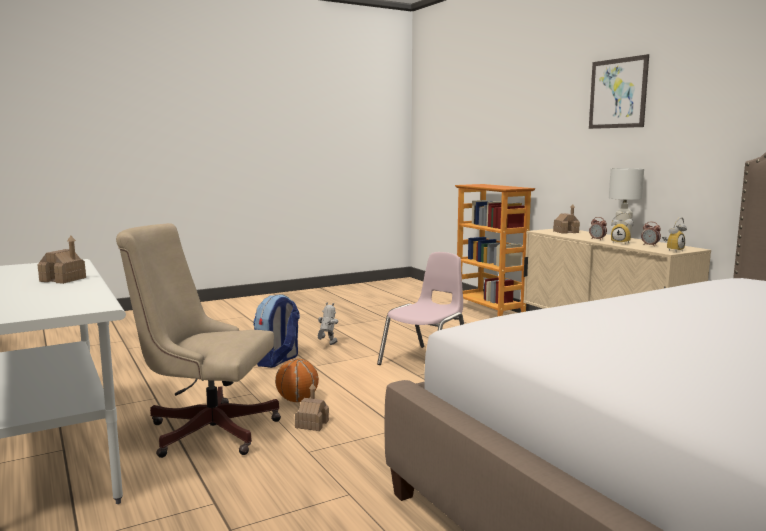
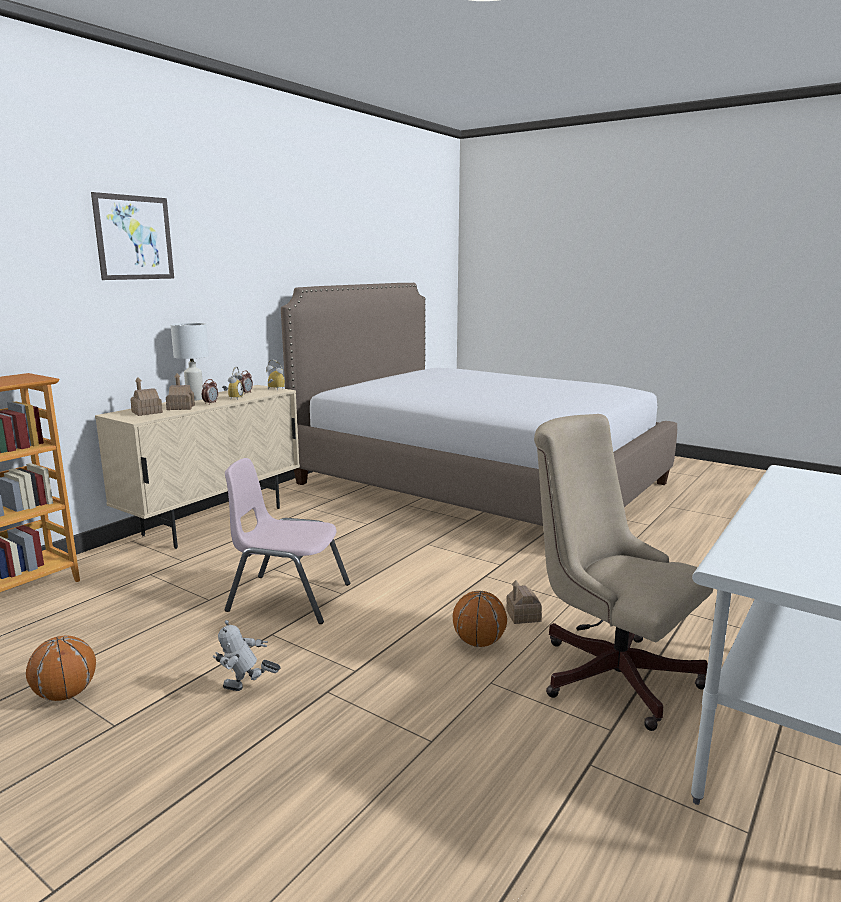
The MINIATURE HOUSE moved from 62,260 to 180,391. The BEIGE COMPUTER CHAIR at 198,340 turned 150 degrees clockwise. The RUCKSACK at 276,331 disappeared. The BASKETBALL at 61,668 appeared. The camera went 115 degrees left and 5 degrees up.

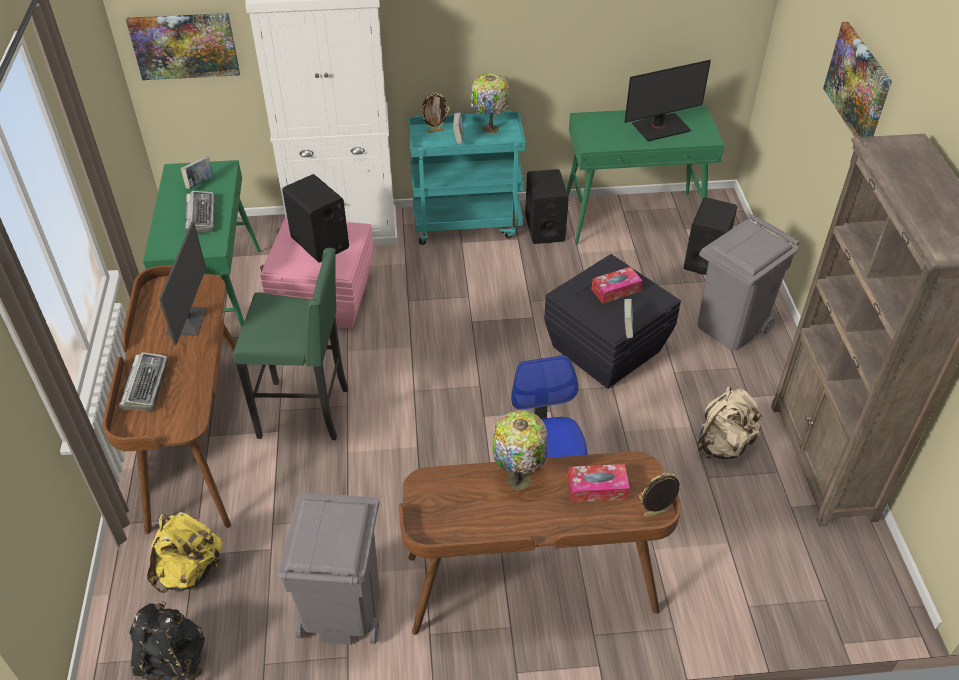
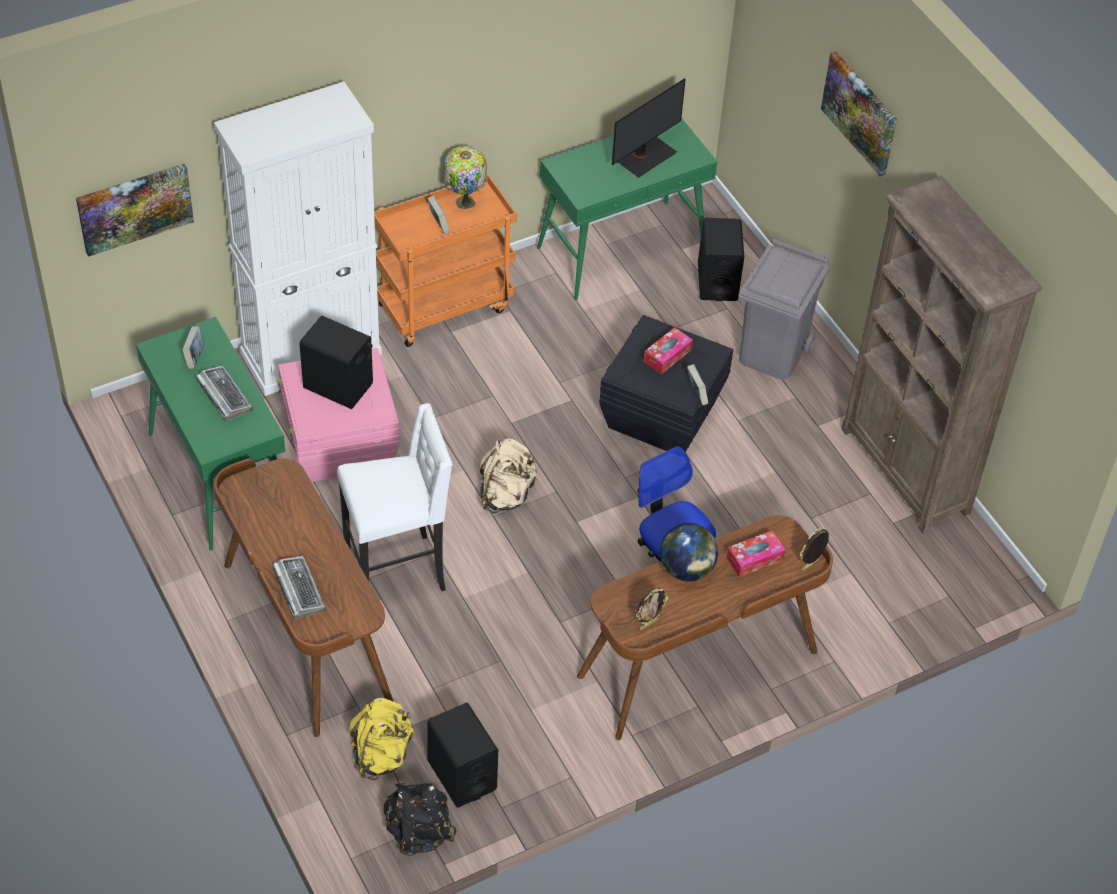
The COMPUTER DISPLAY at 183,283 disappeared. The GREENISH STOOL at 290,344 became the WHITISH STOOL at 394,497. The GREY WASTE BIN at 329,568 disappeared. The TURQUOISE-COLOURED CART at 467,178 became the ORANGEY CART at 445,260. The PHOTO FRAME moved from 435,112 to 652,609. The TABLE LAMP at 520,450 was replaced by the GLOBE at 689,552. The BLACKISH LOUDSPEAKER moved from 547,206 to 462,755. The BEIGE RUCKSACK moved from 730,423 to 508,476. The camera went 25 degrees left and 5 degrees up.

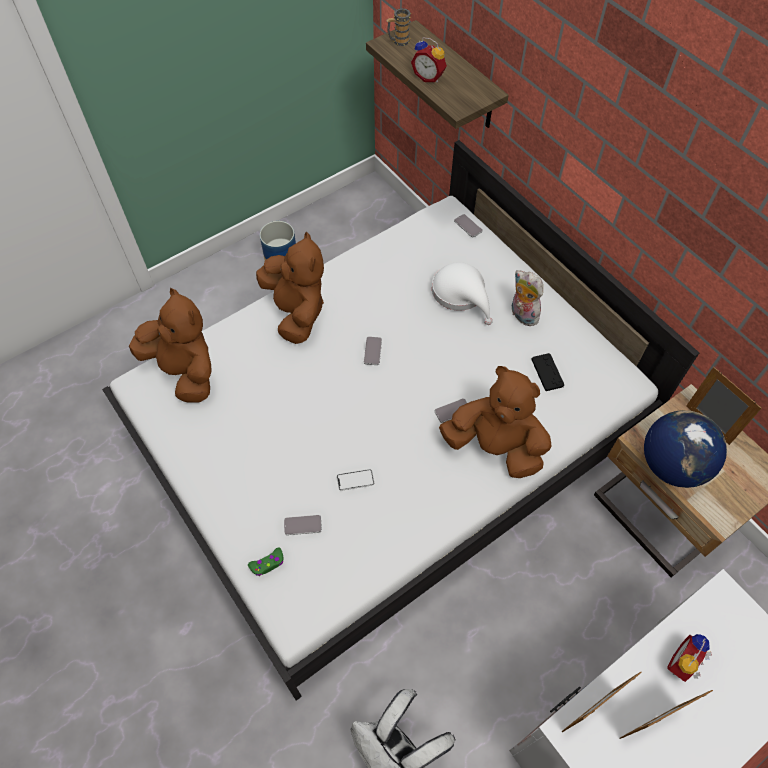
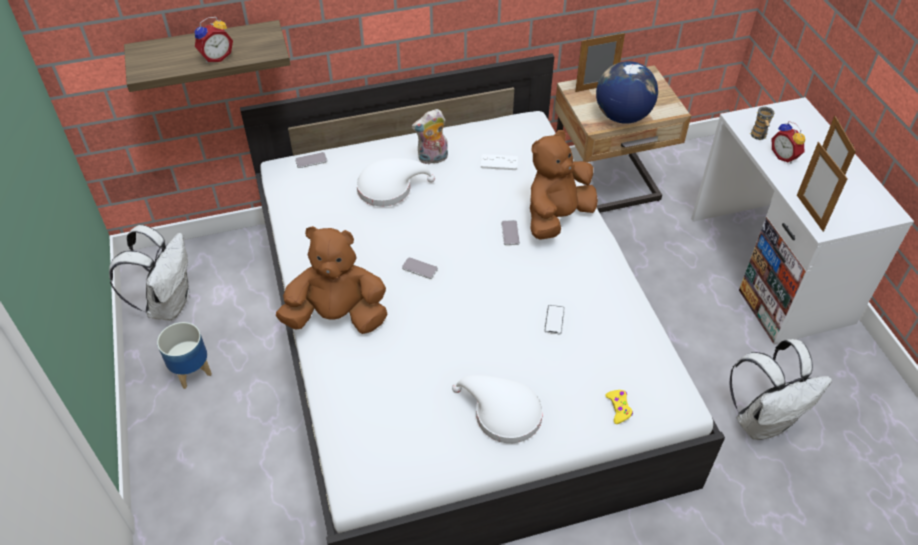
The BROWN SOFT TOY at 170,345 disappeared. The GREENISH GAME CONTROLLER at 265,561 became the YELLOWISH GAME CONTROLLER at 619,407. The HANDSET at 303,525 disappeared. The COFFEE MUG moved from 399,27 to 762,123. The BLACKISH GAME CONTROLLER at 547,372 became the WHITISH GAME CONTROLLER at 499,162. The WHITISH RUCKSACK at 149,273 appeared. The WHITISH HAT at 497,409 appeared. The camera went 70 degrees left and 10 degrees down.

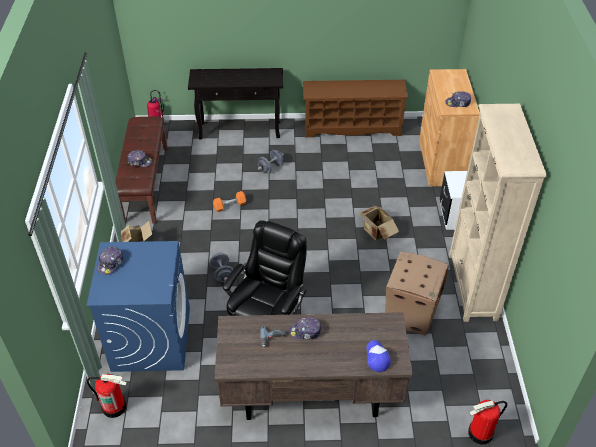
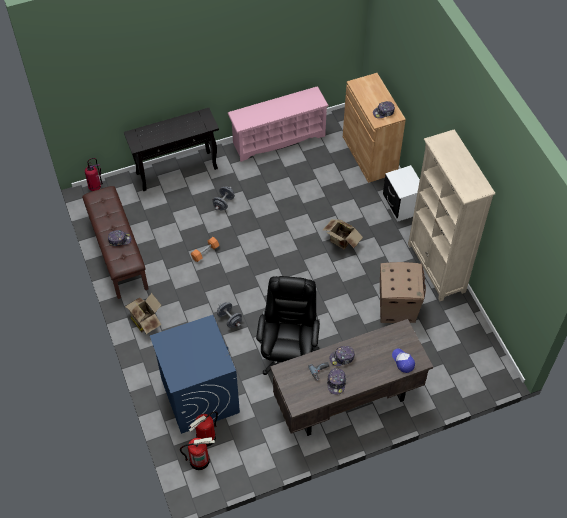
The PEAKED CAP moved from 110,260 to 336,381. The BROWN SHOE SHELF at 356,108 became the PINK SHOE SHELF at 278,124. The FIRE EXTINGUISHER moved from 487,422 to 203,428. The camera went 20 degrees left and 10 degrees up.

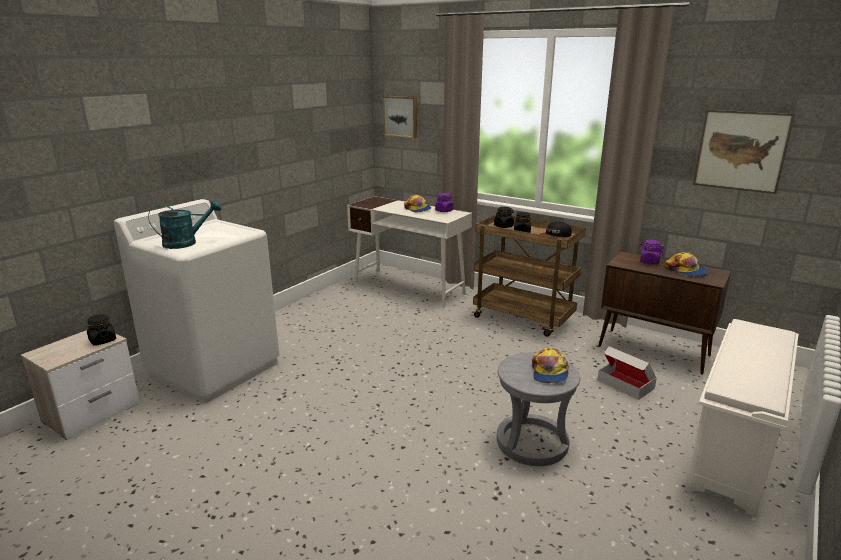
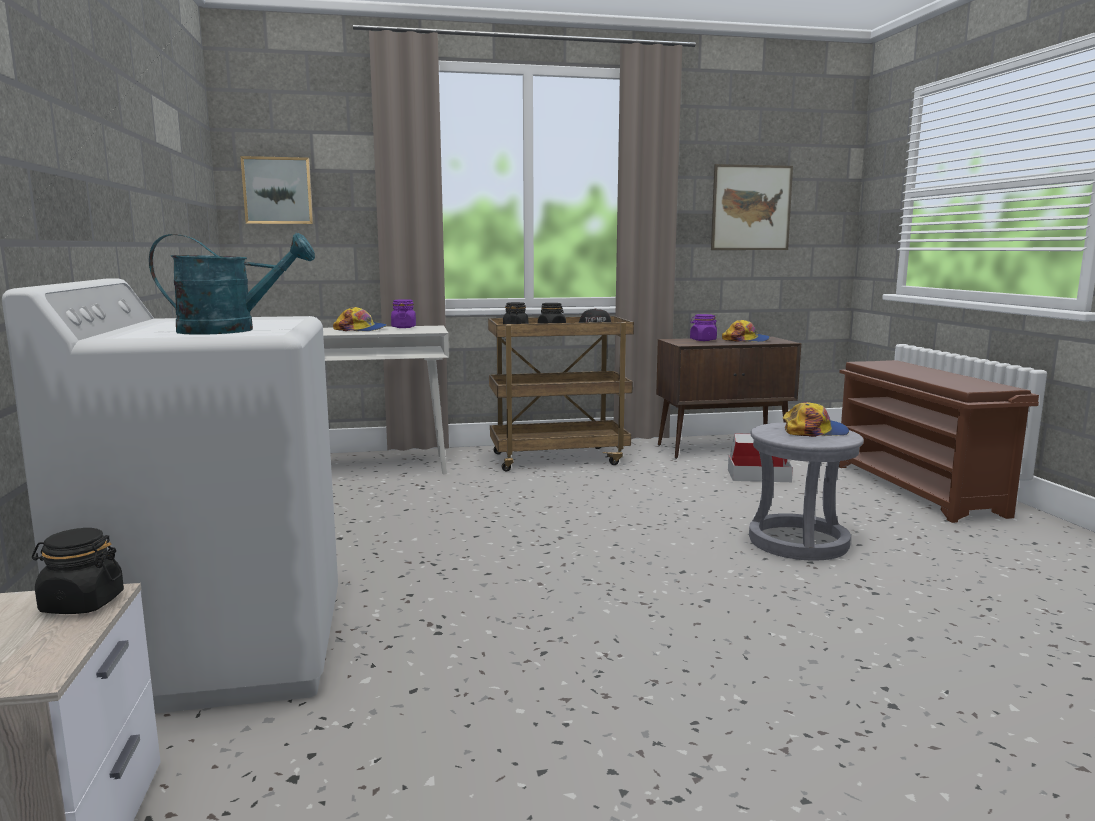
The TURQUOISE-COLOURED WATERING POT at 184,224 turned 60 degrees clockwise. The PEAKED CAP at 550,365 turned 60 degrees counterclockwise. The WHITISH SHOE SHELF at 741,418 became the BROWN SHOE SHELF at 939,441. The camera went 45 degrees left and 10 degrees down.

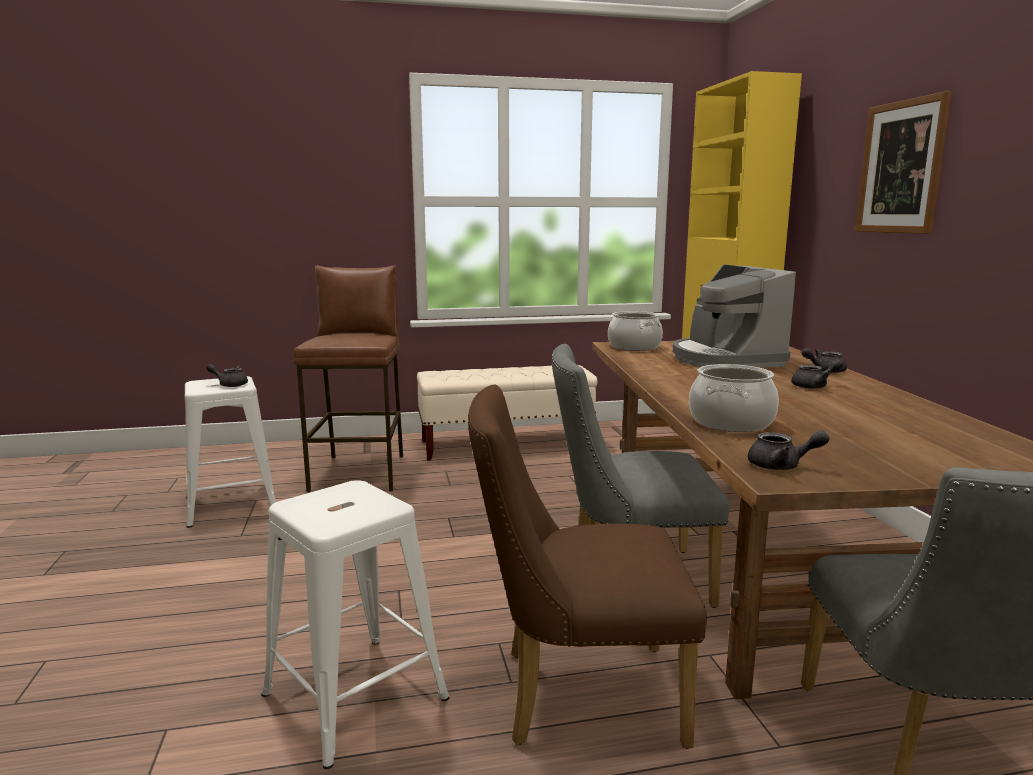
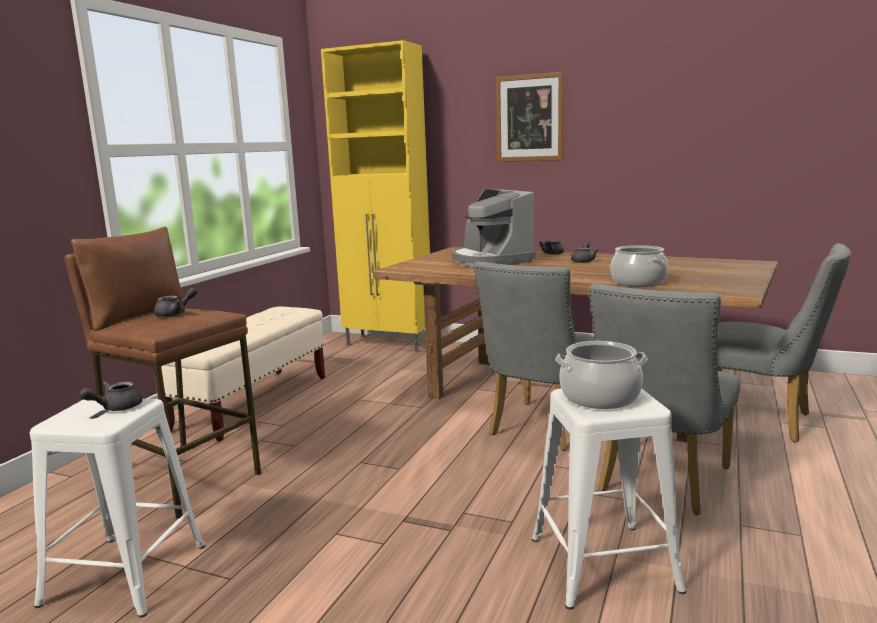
The BROWN UPRIGHT CHAIR at 587,567 became the GREY UPRIGHT CHAIR at 664,399. The SAUCEPOT moved from 635,331 to 601,375. The COFFEE BREWER at 734,316 turned 45 degrees clockwise. The GREY POT FOR TEA moved from 789,450 to 175,302. The camera went 55 degrees left and 0 degrees up.

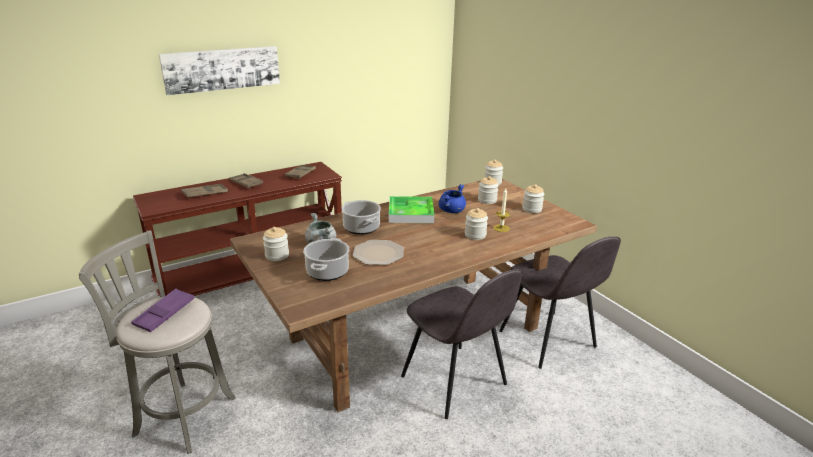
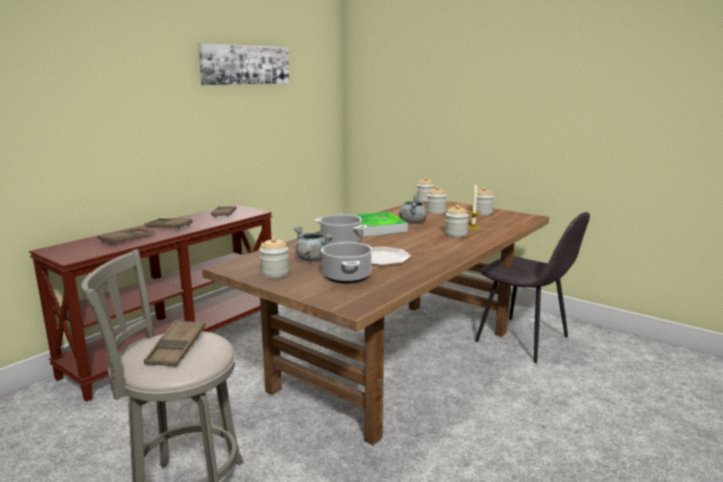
The PURPLISH SERVING TRAY at 163,310 became the BROWN SERVING TRAY at 174,343. The WALL ART moved from 219,70 to 243,64. The GREY UPRIGHT CHAIR at 461,344 disappeared. The BLUE SAUCEPOT at 452,198 became the GREY SAUCEPOT at 413,209. The camera went 20 degrees left and 10 degrees down.

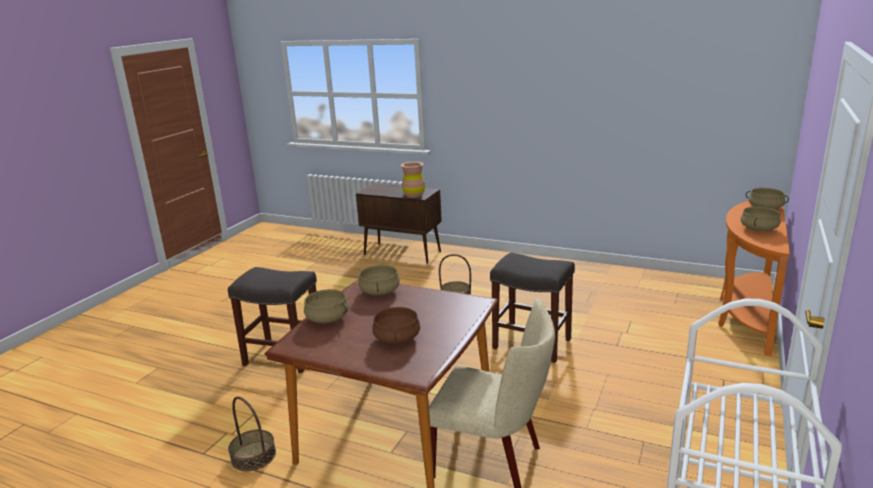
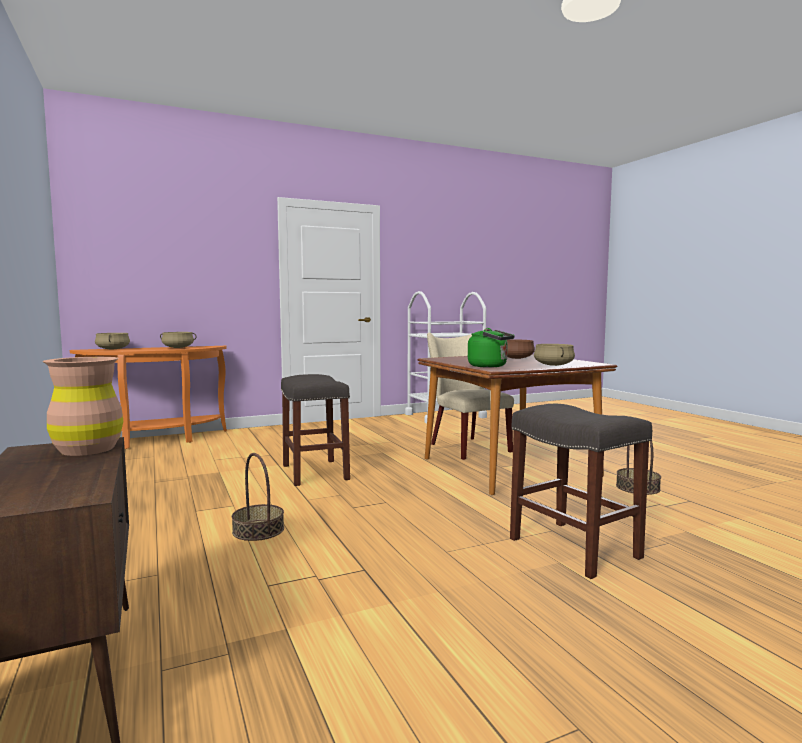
The BEIGE SAUCEPOT at 379,280 was replaced by the GREENISH TEA KETTLE at 491,347. The camera went 140 degrees left and 15 degrees down.

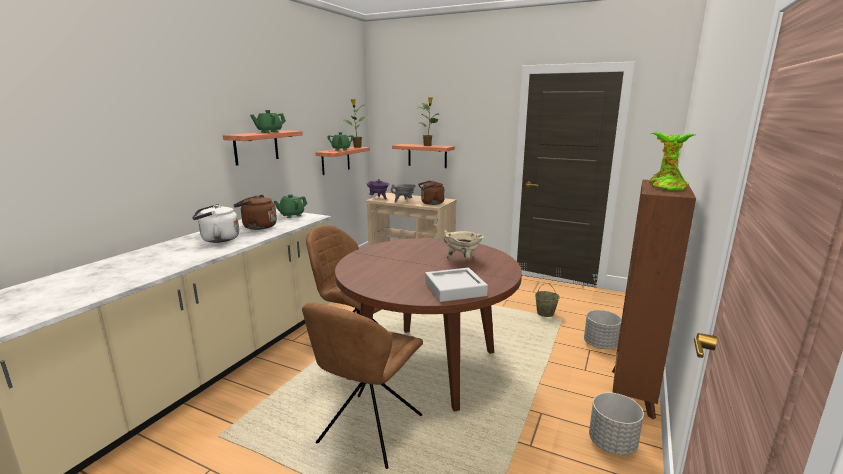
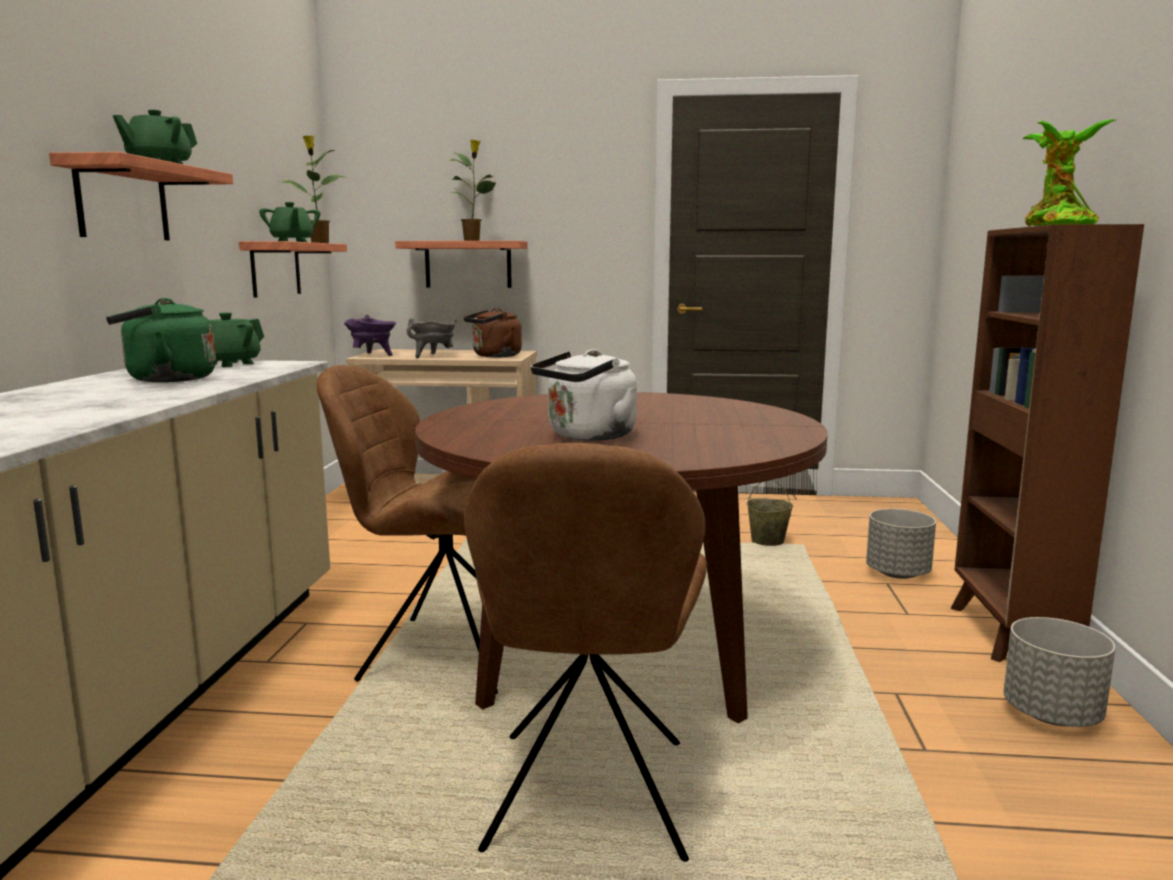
The WHITISH TEA KETTLE moved from 215,223 to 584,394. The BROWN TEA KETTLE at 255,212 became the GREENISH TEA KETTLE at 161,340. The GREY SERVING TRAY at 456,285 disappeared. The BEIGE SAUCEPOT at 463,244 disappeared. The camera went 20 degrees left and 5 degrees down.

